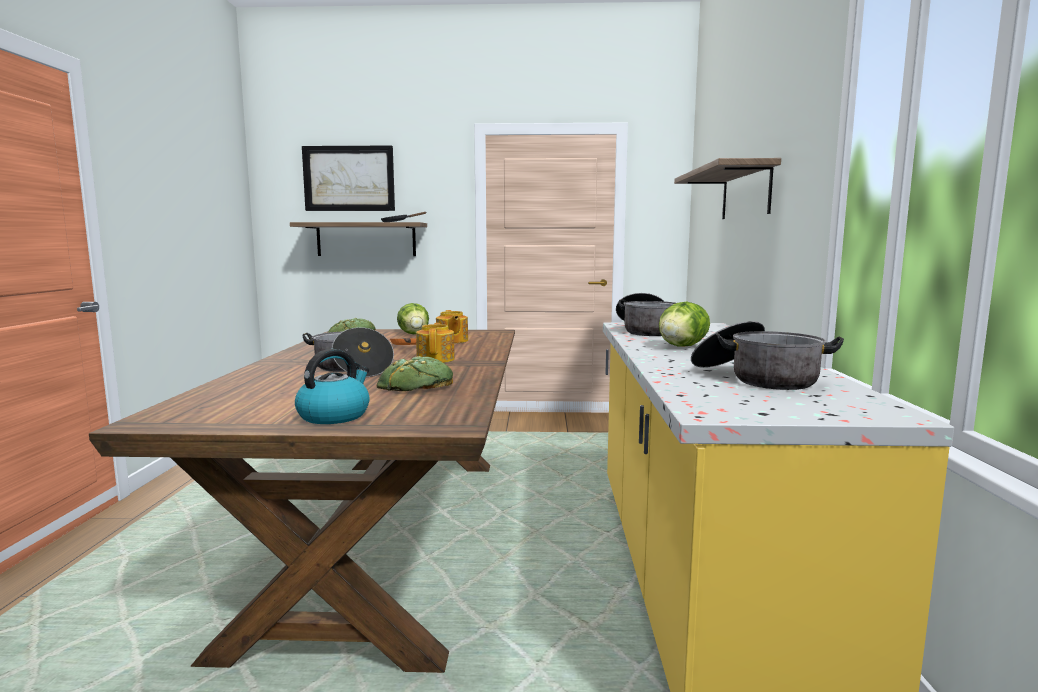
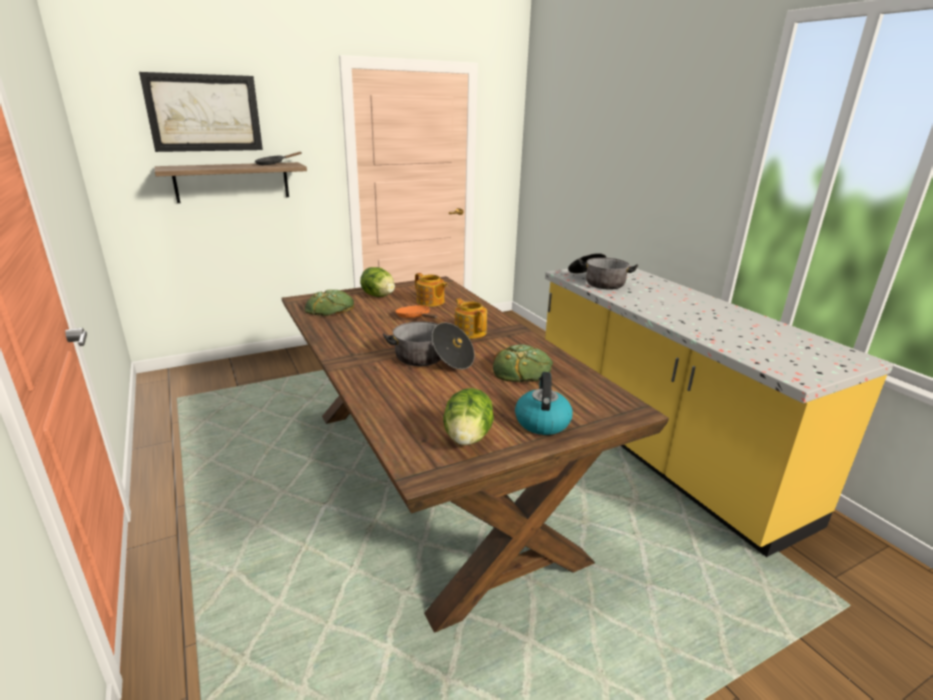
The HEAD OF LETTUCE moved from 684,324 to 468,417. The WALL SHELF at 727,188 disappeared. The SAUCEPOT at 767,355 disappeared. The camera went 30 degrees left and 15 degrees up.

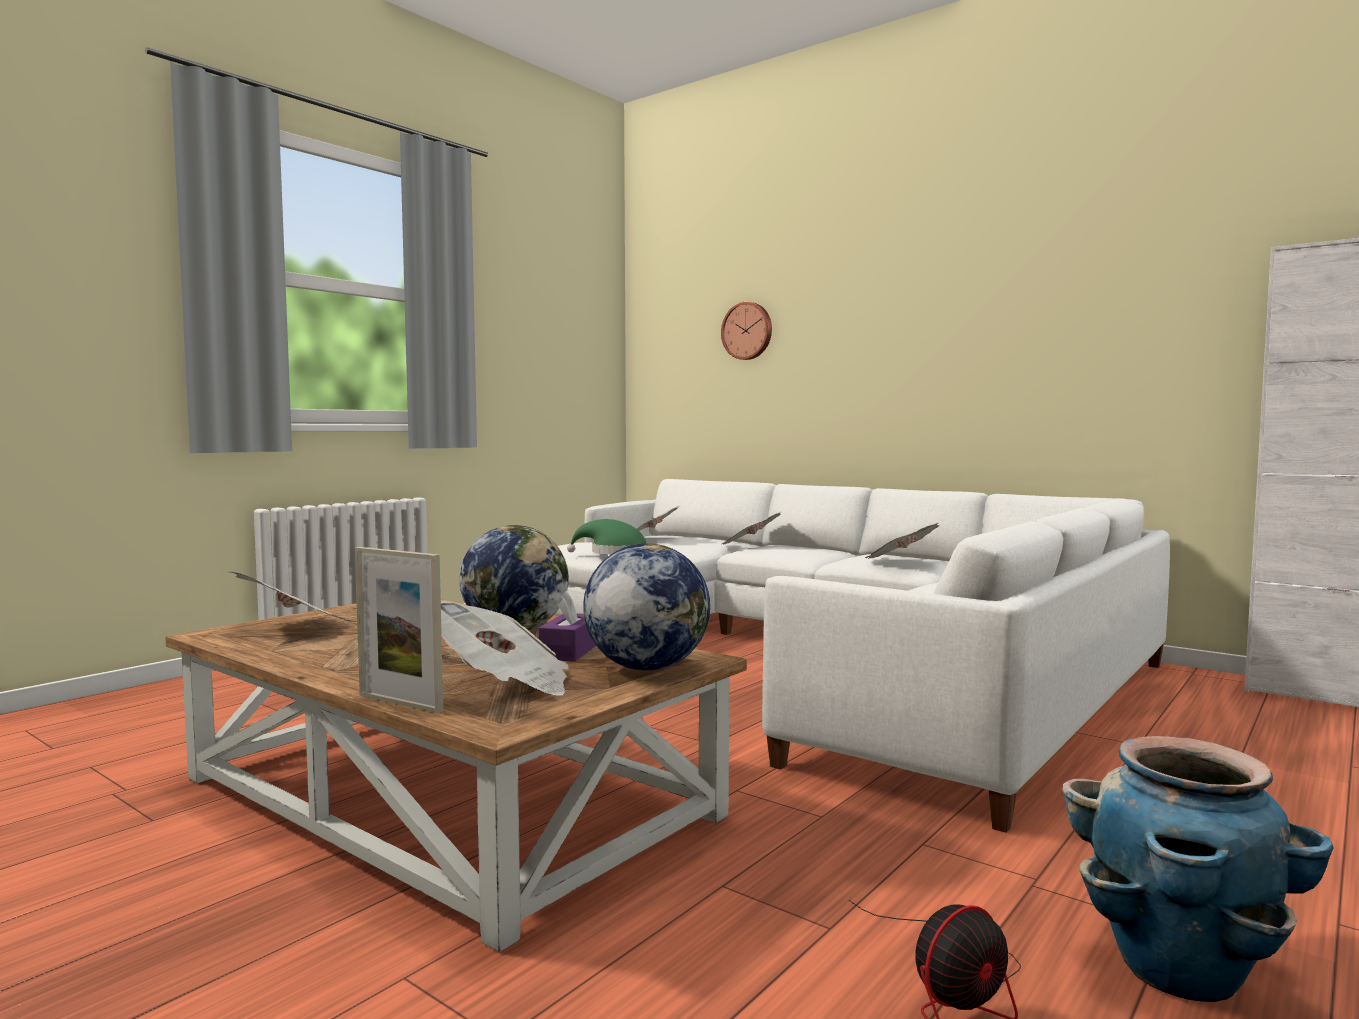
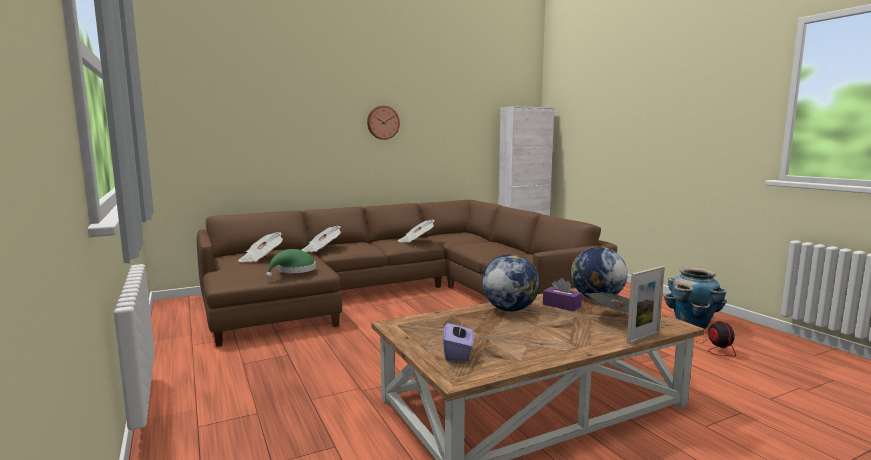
The DAILY PAPER at 293,597 was replaced by the PURPLISH TISSUE BOX at 458,341. The WHITISH SETTEE at 862,656 became the BROWN SETTEE at 407,273. The WALL CLOCK moved from 746,331 to 383,123. The camera went 65 degrees left and 5 degrees up.

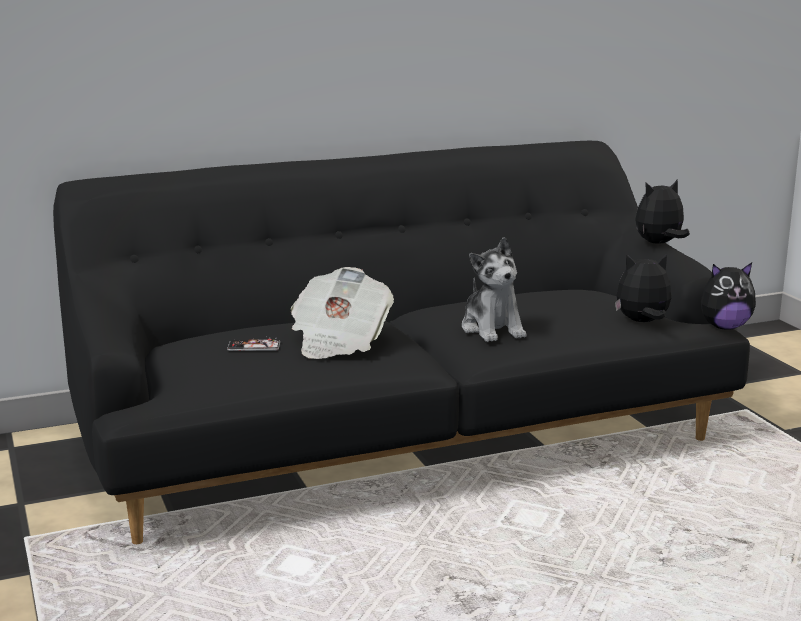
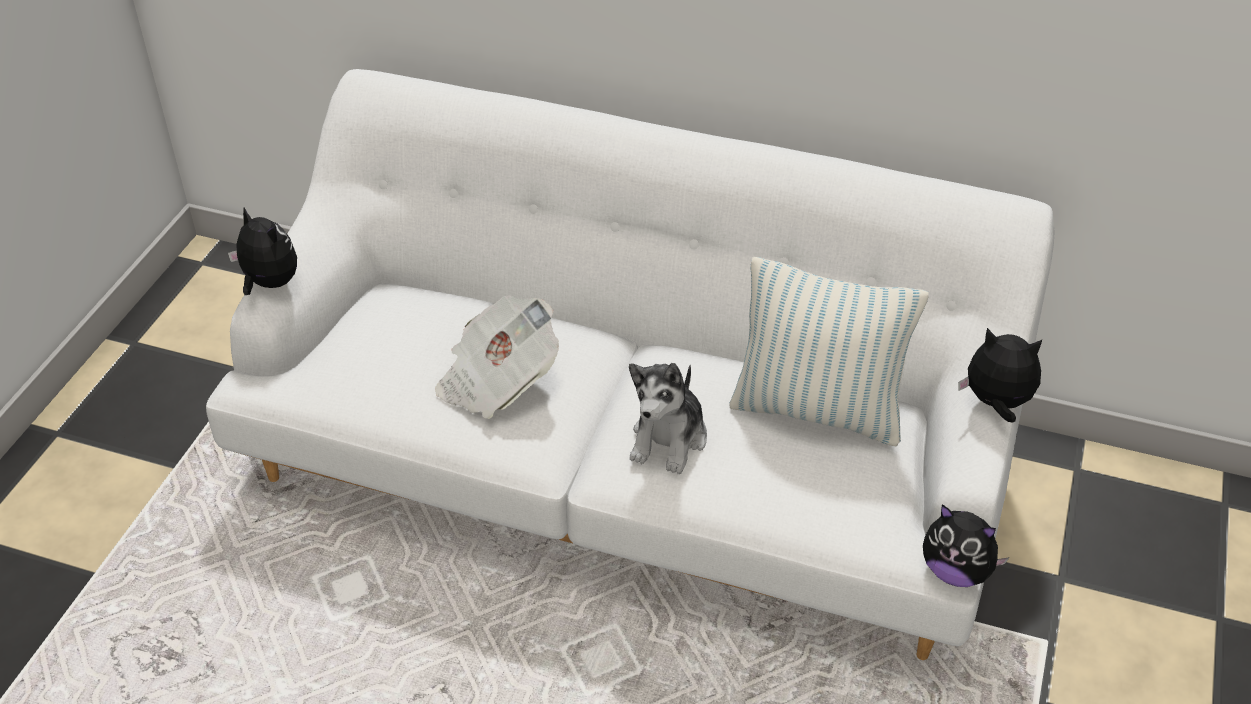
The BLACKISH SETTEE at 401,342 became the WHITISH SETTEE at 630,364. The HANDSET at 253,343 disappeared. The SOFT TOY moved from 643,288 to 262,251. The CUSHION at 829,351 appeared. The camera went 40 degrees right and 25 degrees up.

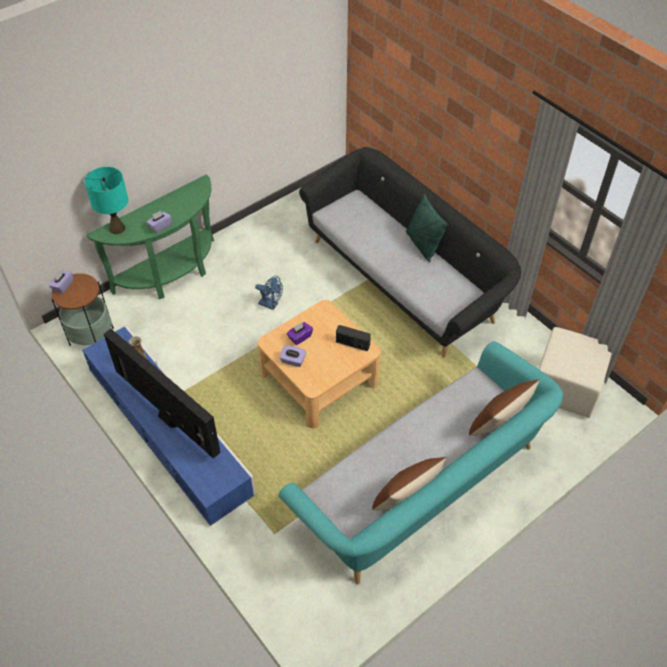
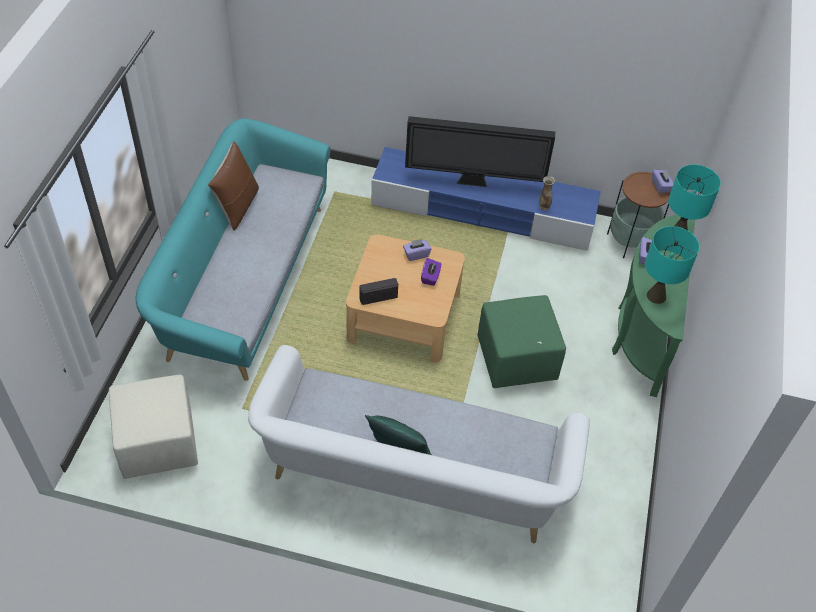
The BLUE ELECTRIC FAN at 269,293 was replaced by the GREENISH POUFFE at 522,341. The BLACKISH SETTEE at 410,252 became the WHITISH SETTEE at 419,444. The BROWN CUSHION at 504,407 disappeared. The TURQUOISE-COLOURED TABLE LAMP at 672,265 appeared. The camera went 140 degrees right and 0 degrees up.

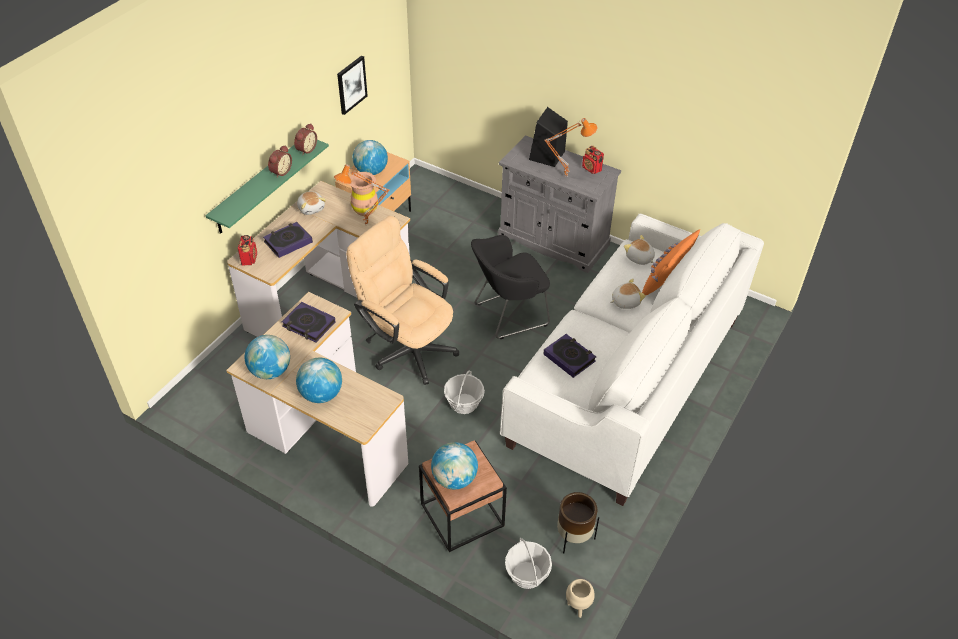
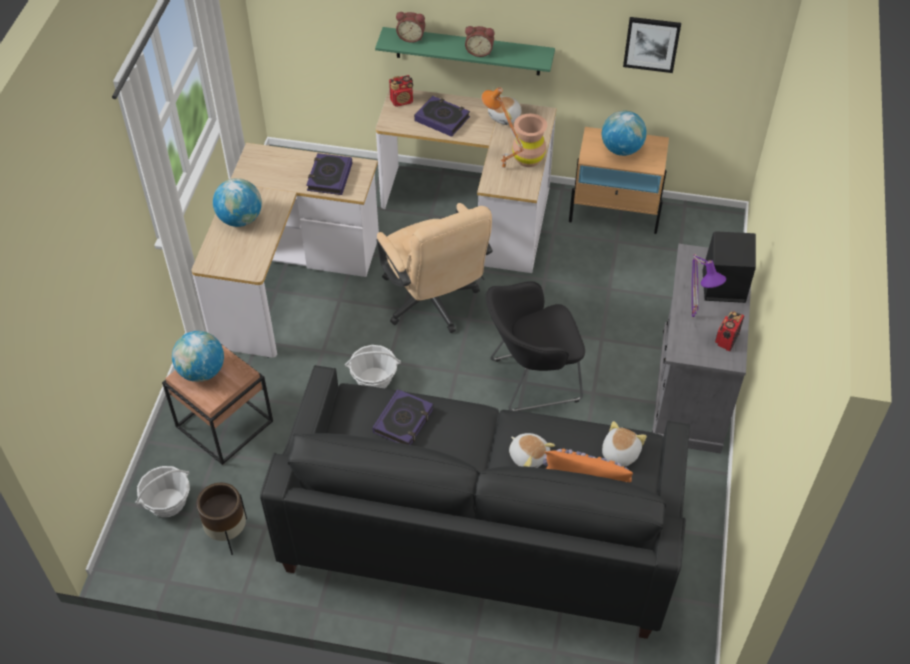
The GLOBE at 267,357 disappeared. The BEDSIDE CLOCK moved from 305,139 to 410,27. The BEIGE COMPUTER CHAIR at 402,300 turned 135 degrees clockwise. The BLACKISH LOUNGE CHAIR at 510,287 turned 60 degrees counterclockwise. The WHITISH SETTEE at 632,360 became the BLACKISH SETTEE at 475,502. The ORANGEY TABLE LAMP at 570,147 became the PURPLISH TABLE LAMP at 709,286. The BEIGE PLANT POT at 580,598 disappeared. The camera went 70 degrees right and 5 degrees up.

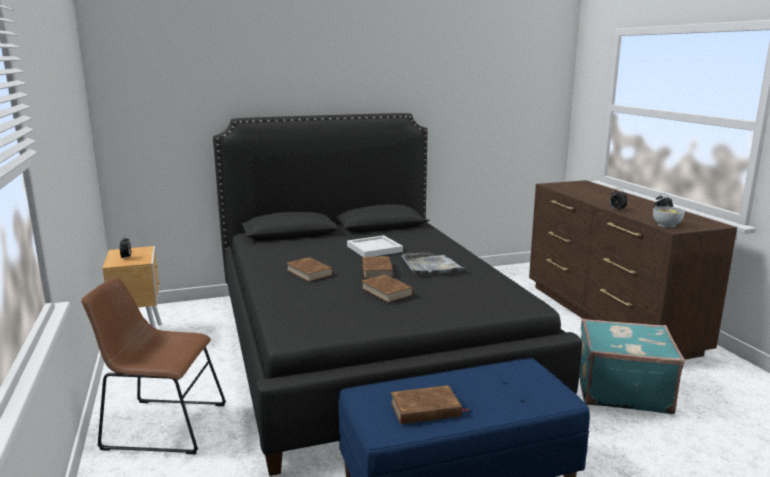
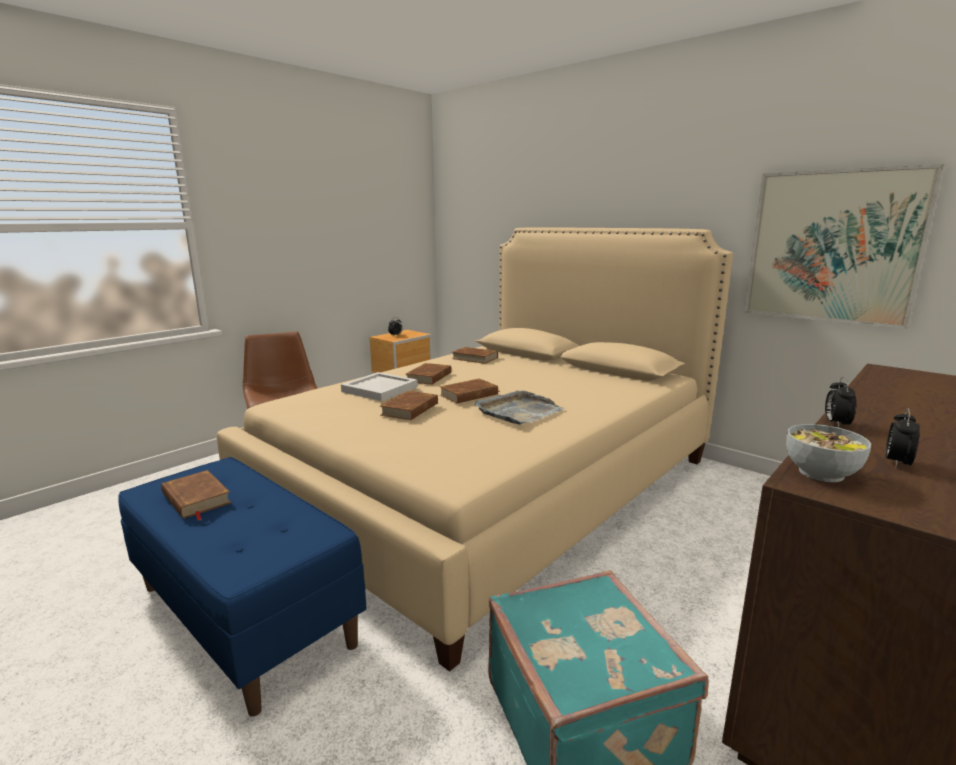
The BLACKISH BEDROOM BED at 397,294 became the BEIGE BEDROOM BED at 475,449. The WHITISH SERVING TRAY moved from 375,246 to 379,386. The BROWN BOUND BOOK at 475,355 appeared. The WALL ART at 844,246 appeared. The camera went 60 degrees right and 0 degrees up.

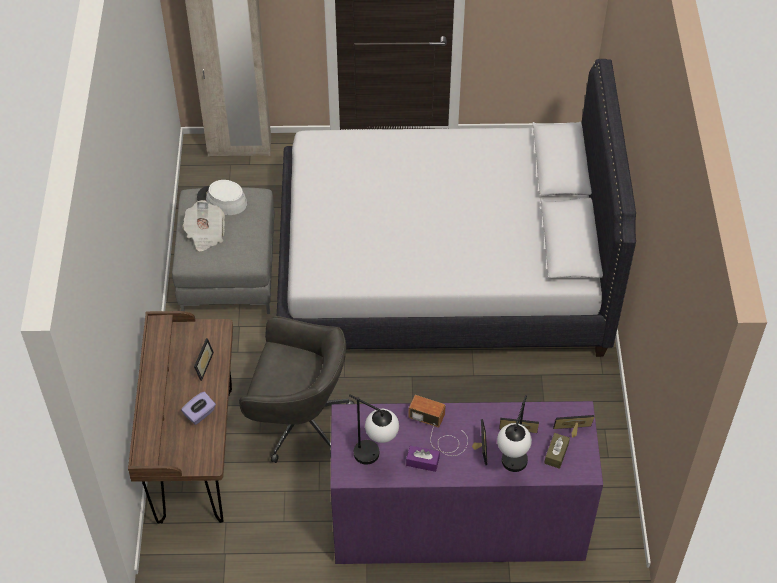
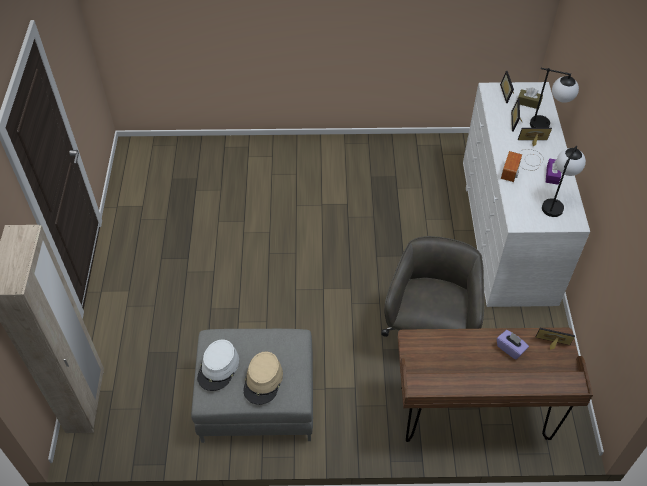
The DAILY PAPER at 204,226 was replaced by the BEIGE HAT at 263,378. The PHOTO FRAME moved from 204,359 to 555,339. The WHITISH BEDROOM BED at 456,208 disappeared. The PURPLISH CHEST OF DRAWERS at 467,482 became the WHITISH CHEST OF DRAWERS at 526,194. The camera went 90 degrees left and 0 degrees up.

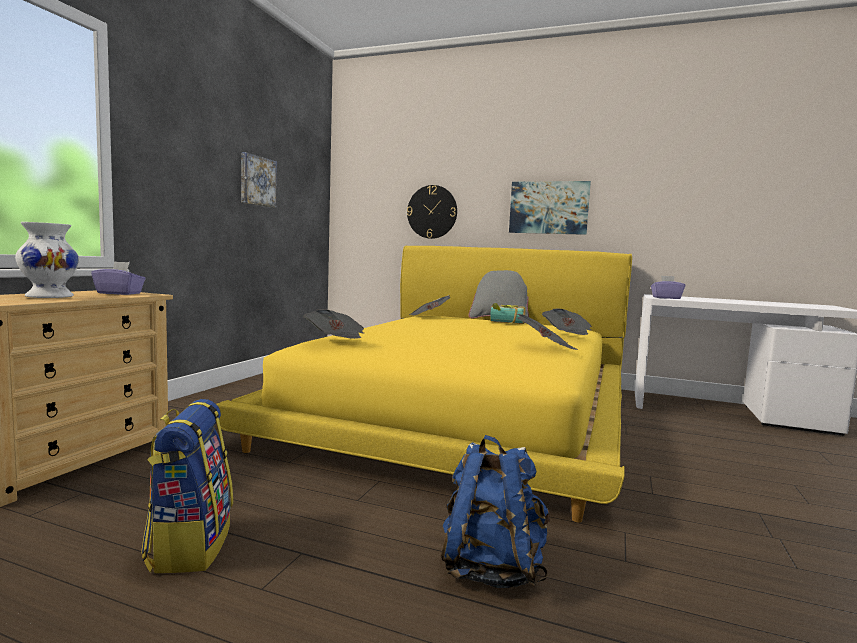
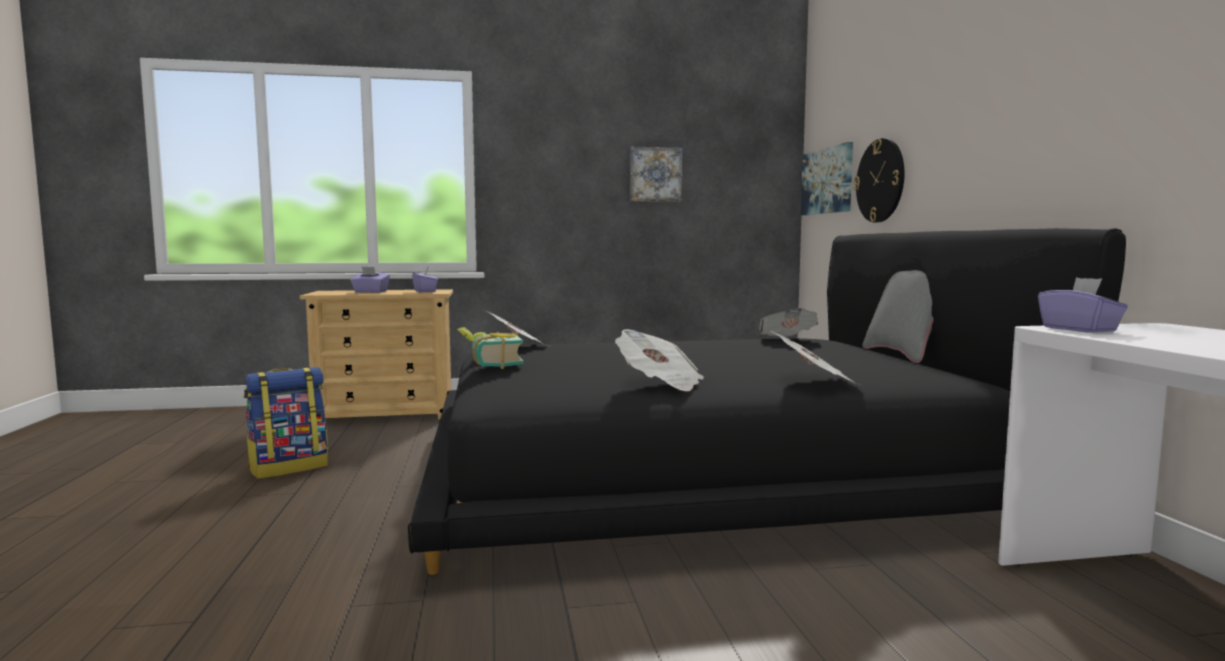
The WHITISH FLOWER VASE at 47,260 was replaced by the PURPLISH TISSUE BOX at 370,279. The YELLOWISH BEDROOM BED at 424,384 became the BLACKISH BEDROOM BED at 767,401. The BLUE RUCKSACK at 495,511 disappeared. The BOUND BOOK moved from 508,313 to 490,348. The WALL ART moved from 550,208 to 827,178. The camera went 60 degrees right and 0 degrees up.

